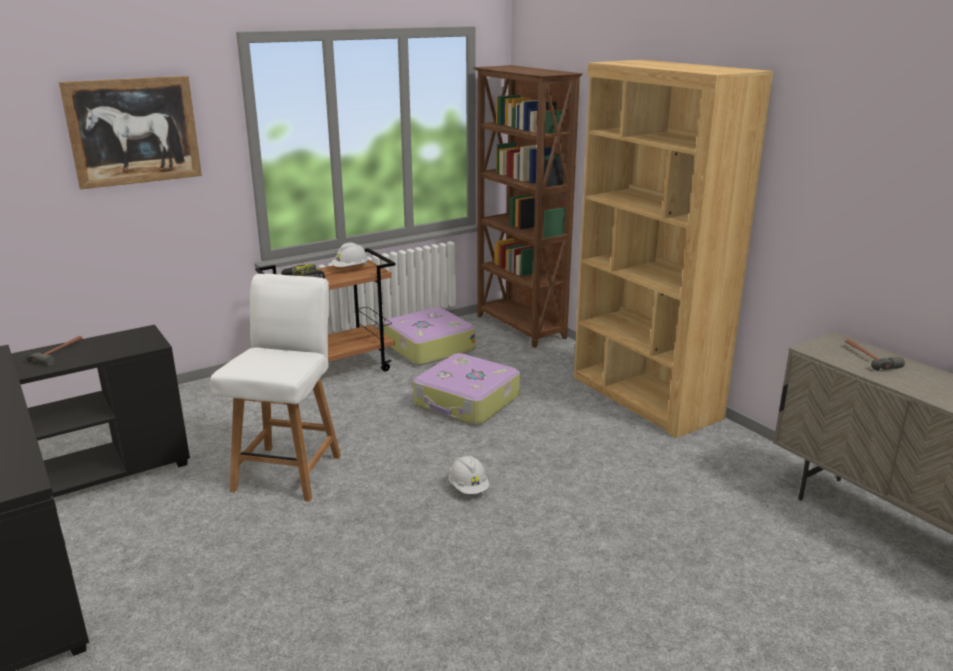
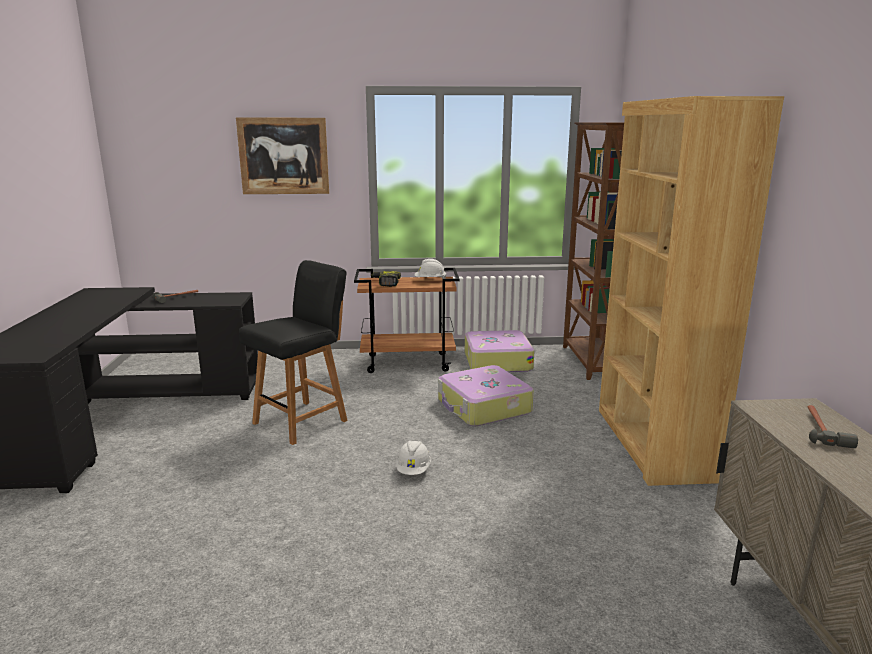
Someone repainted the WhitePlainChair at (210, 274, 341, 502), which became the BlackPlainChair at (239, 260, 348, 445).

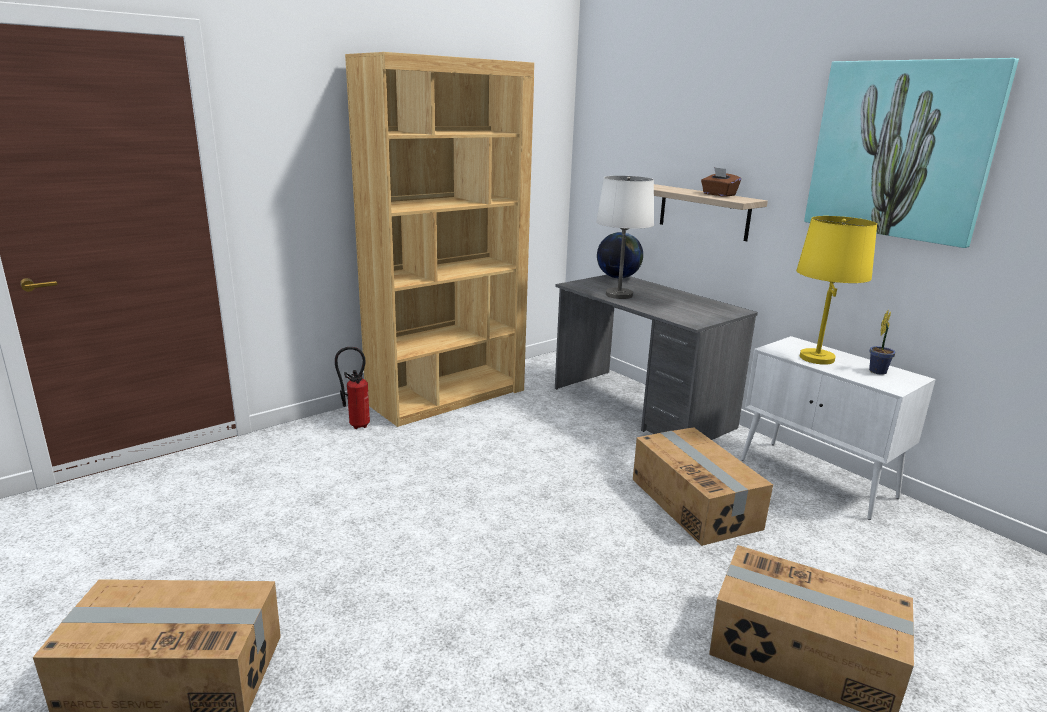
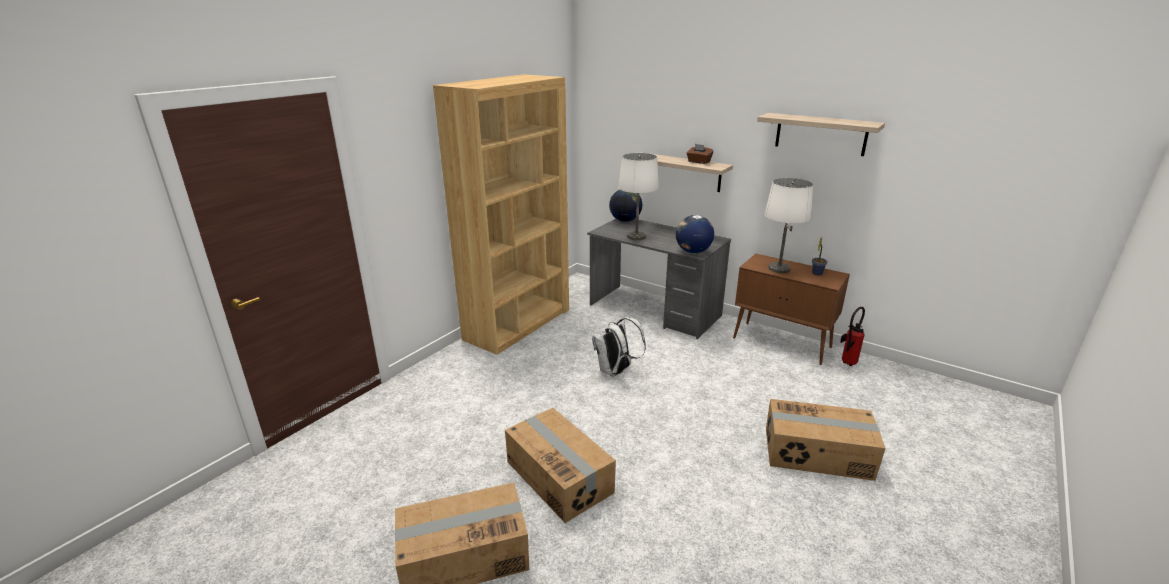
Someone swapped the WallPicture at (804, 58, 1019, 248) for the WallShelf at (757, 113, 885, 156).
Someone repainted the YellowTabletopLamp at (796, 216, 877, 365), which became the WhiteTabletopLamp at (764, 178, 813, 273).
Someone repainted the WhiteCupboard at (741, 336, 936, 520), which became the BrownishCupboard at (733, 253, 850, 365).
Someone carried the FireFightingCylinder from (335, 347, 370, 429) to (840, 307, 865, 366).
Someone carried the PackingBox from (633, 427, 773, 546) to (505, 408, 616, 523).
Someone put down the WorldGlobe at (676, 215, 714, 253).
Someone put down the WhiteBackpack at (592, 317, 646, 377).

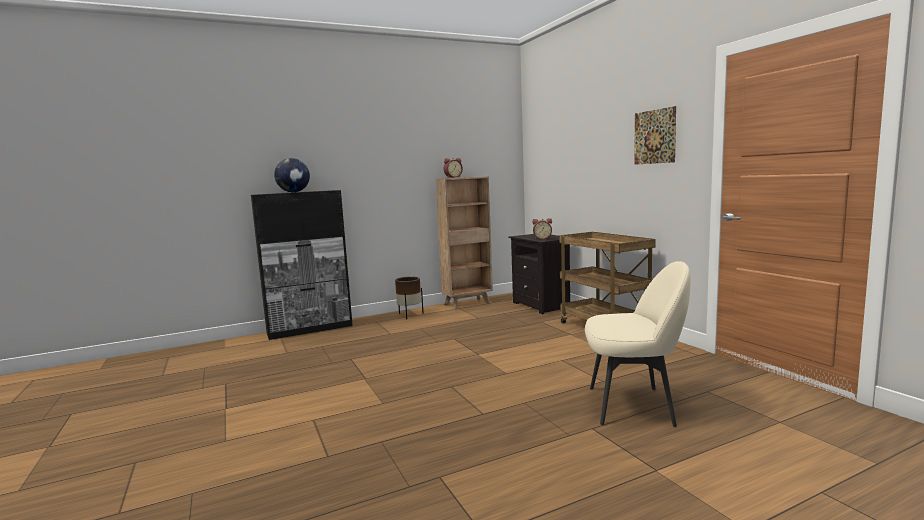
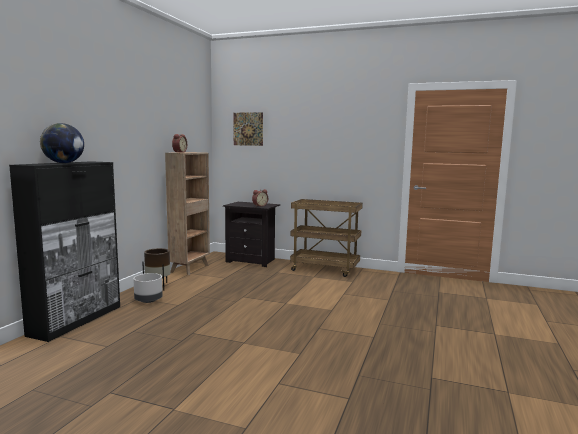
Someone carried the WallPicture from (634, 106, 676, 165) to (233, 112, 263, 146).
Someone took away the BeigeColouredPlainChair at (585, 261, 691, 427).
Someone put down the GrayPlanter at (133, 273, 163, 303).

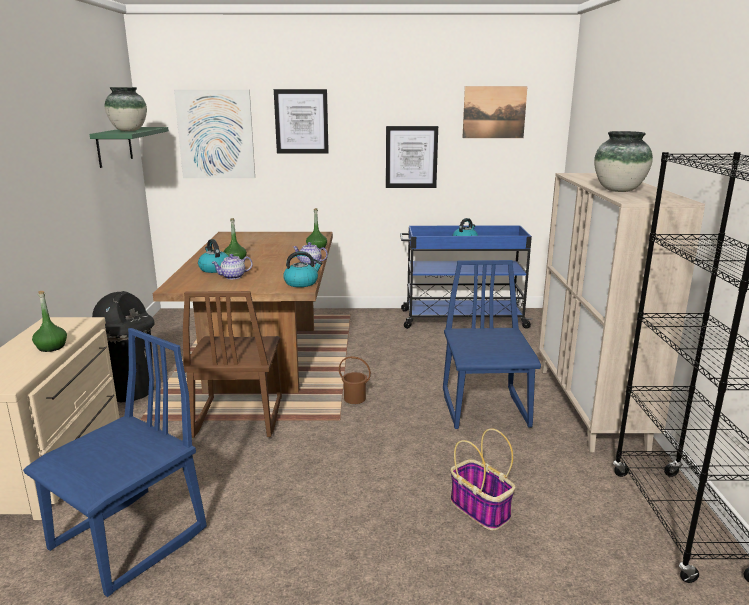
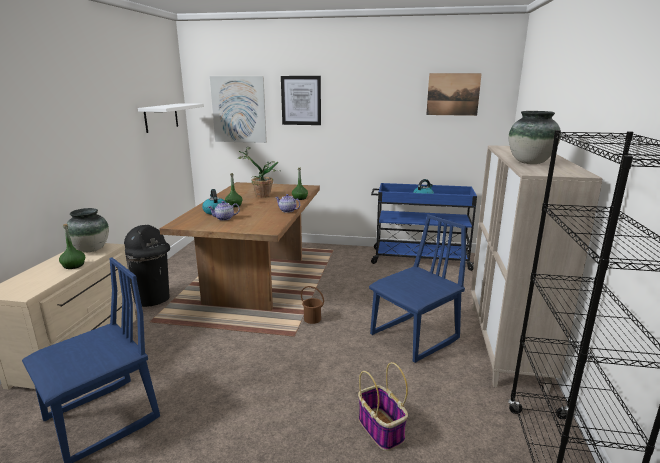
Someone carried the Vase from (105, 87, 147, 131) to (67, 208, 109, 252).
Someone took away the WallPicture at (386, 126, 438, 188).
Someone repainted the GreenColouredWallShelf at (89, 127, 169, 168), which became the WhiteWallShelf at (138, 103, 204, 133).
Someone took away the TeaKettle at (283, 251, 323, 287).
Someone rotated the BluishPlainChair at (443, 260, 541, 429) by 45 degrees clockwise.
Someone took away the BrownishPlainChair at (183, 291, 282, 438).
Someone put down the PlantInAPot at (238, 147, 280, 198).

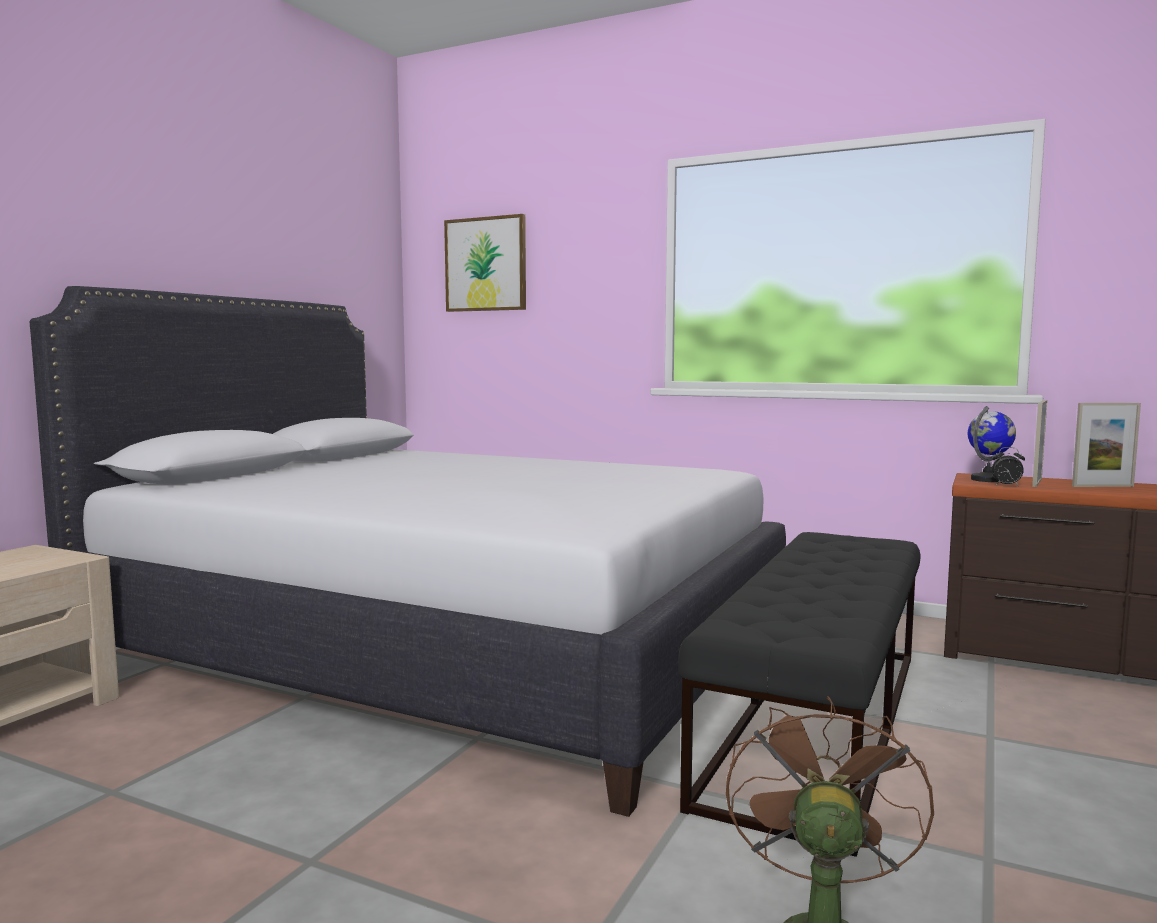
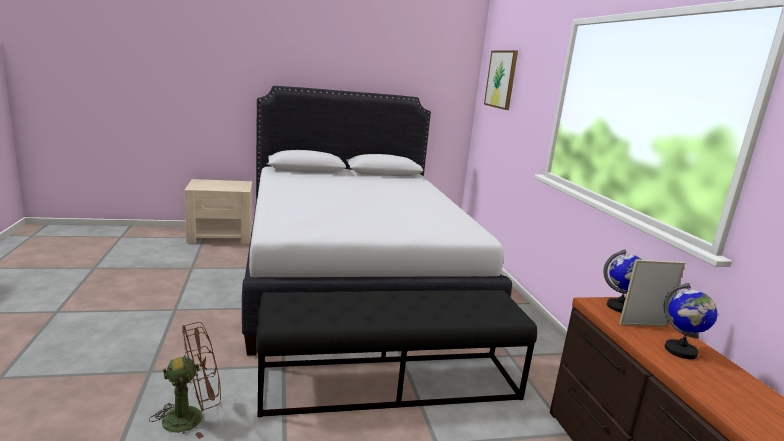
Someone swapped the PhotoFrame at (1072, 403, 1141, 487) for the WorldGlobe at (664, 283, 718, 359).
Someone took away the AlarmClock at (992, 447, 1025, 486).

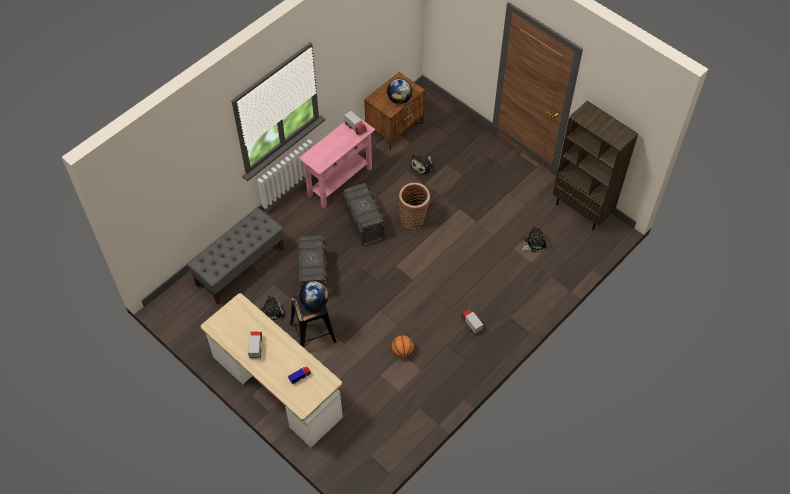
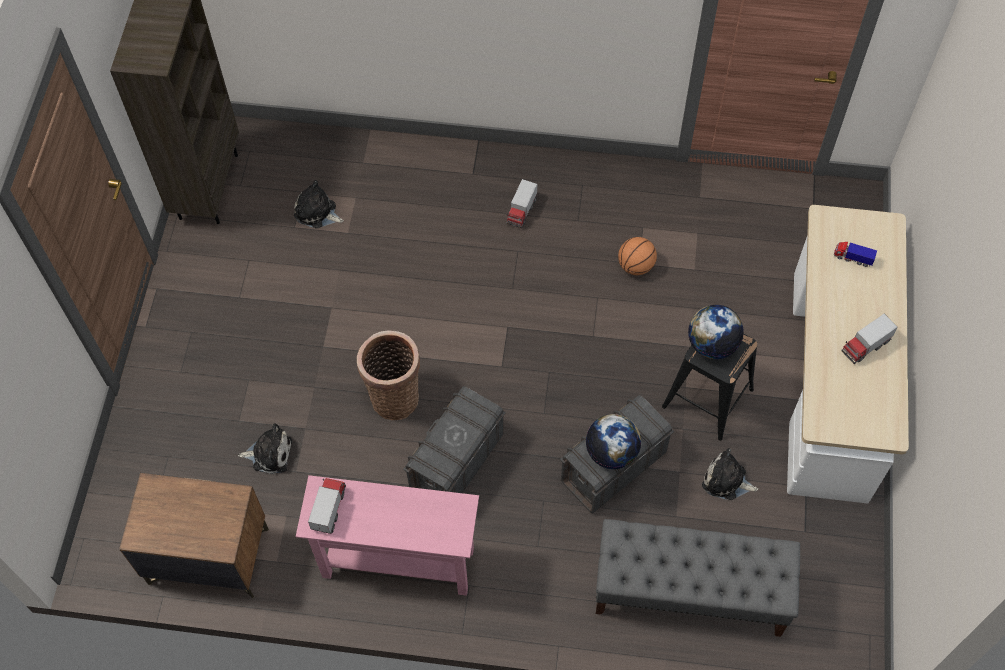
Someone carried the WorldGlobe from (387, 78, 413, 104) to (586, 414, 641, 469).

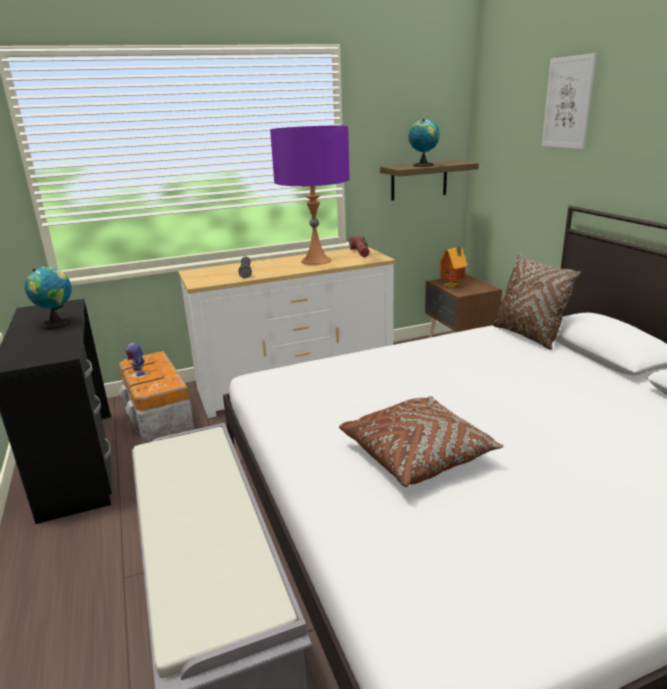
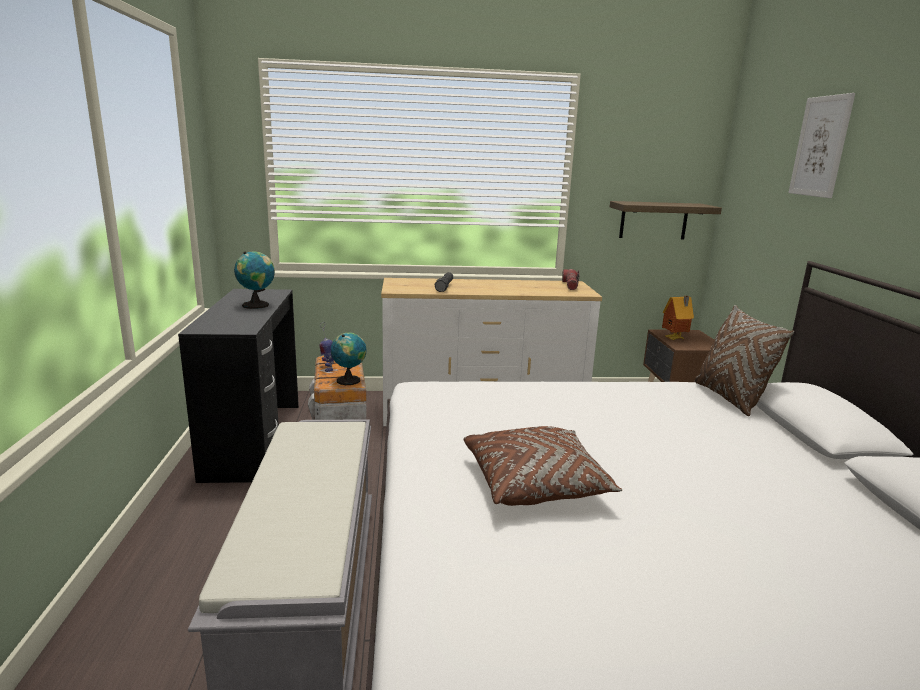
Someone carried the WorldGlobe from (409, 119, 440, 167) to (331, 333, 366, 385).
Someone took away the PurplishTabletopLamp at (270, 125, 350, 265).

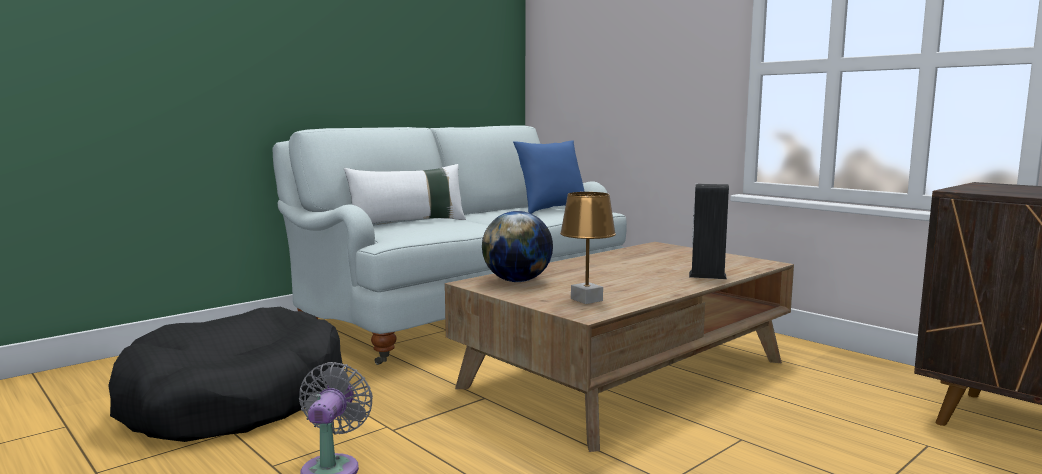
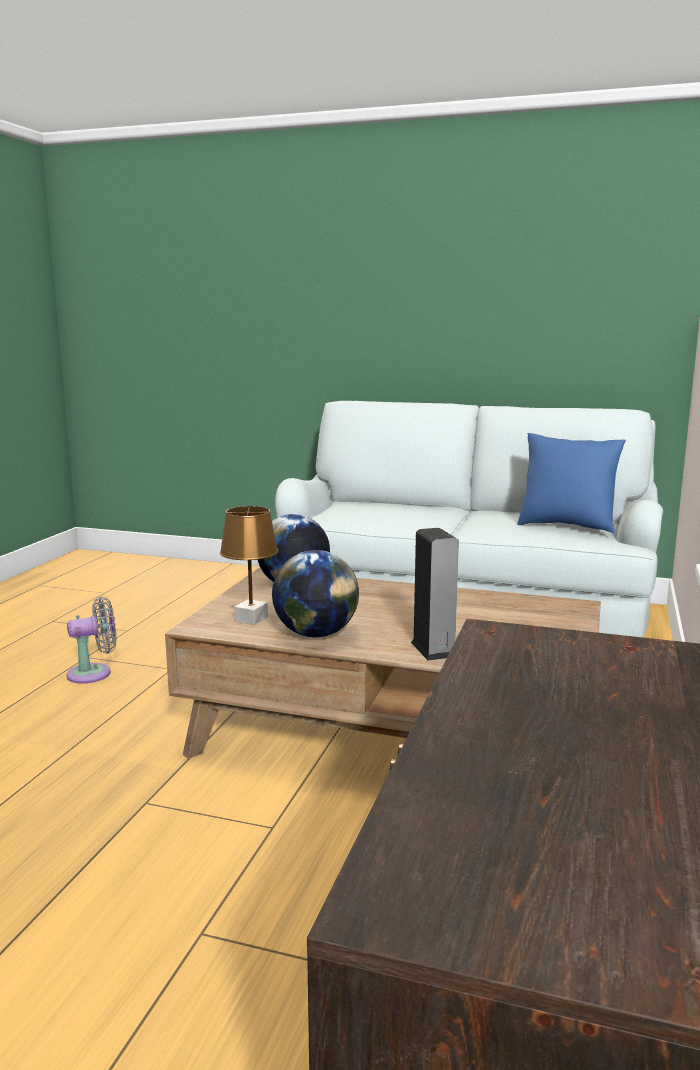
Someone took away the WhiteCushion at (344, 164, 466, 224).
Someone took away the BlackPetBed at (108, 307, 343, 442).
Someone put down the WorldGlobe at (272, 550, 359, 637).

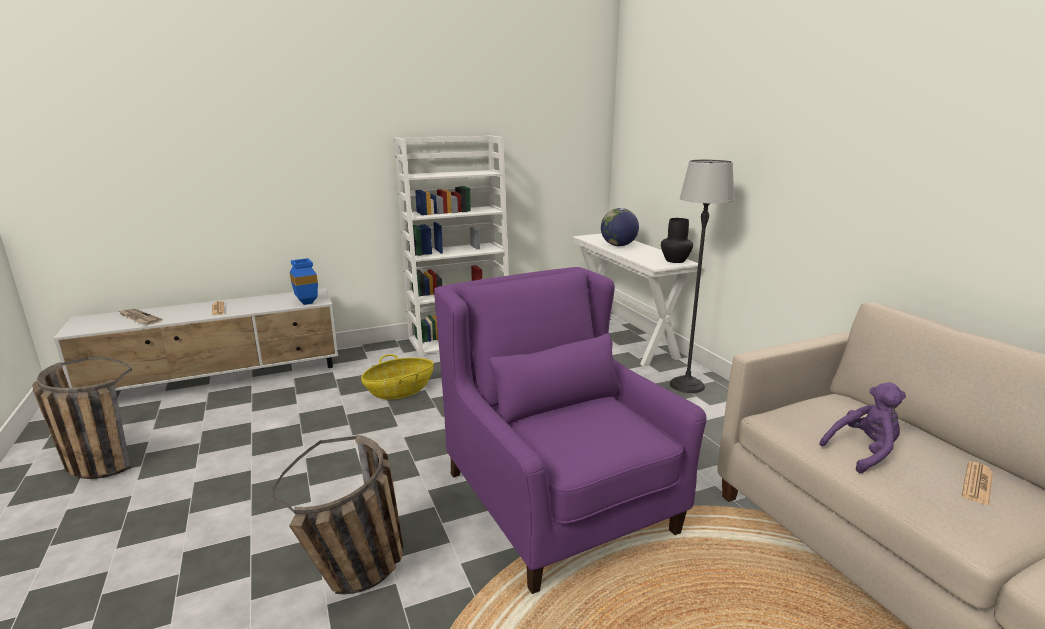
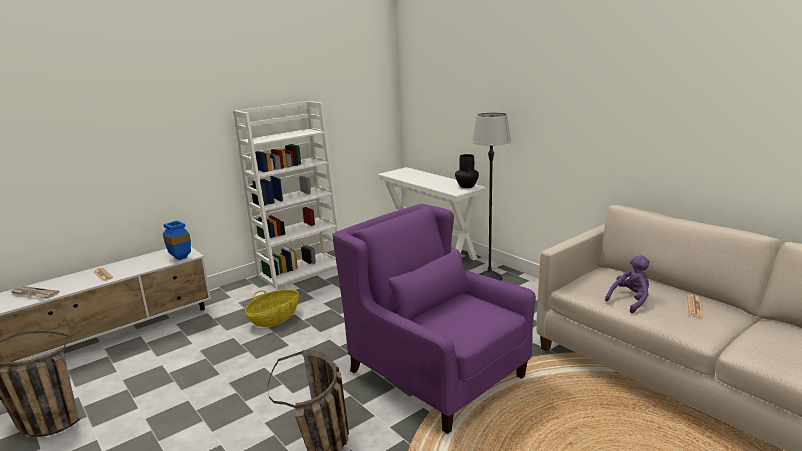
Someone took away the WorldGlobe at (601, 208, 639, 246).

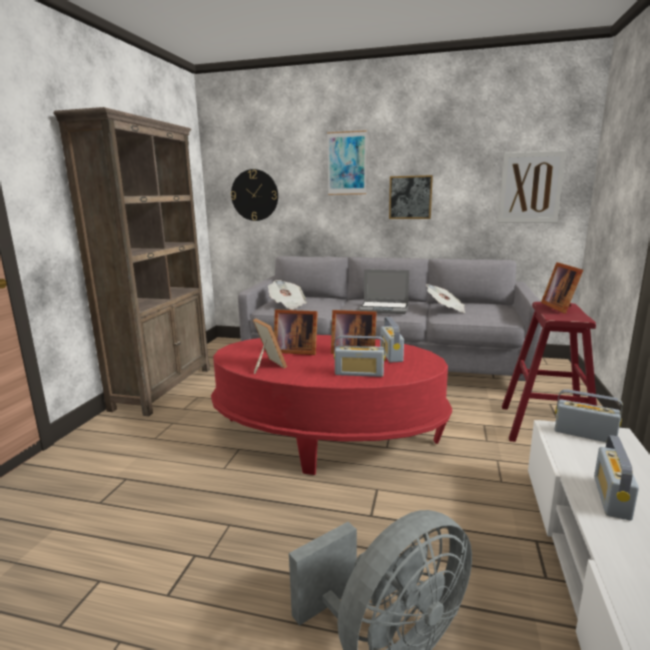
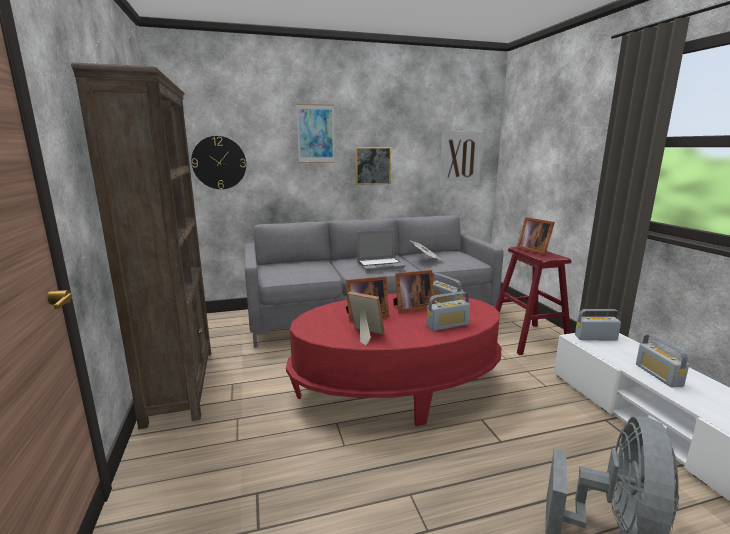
Someone took away the DailyPaper at (268, 280, 307, 309).

